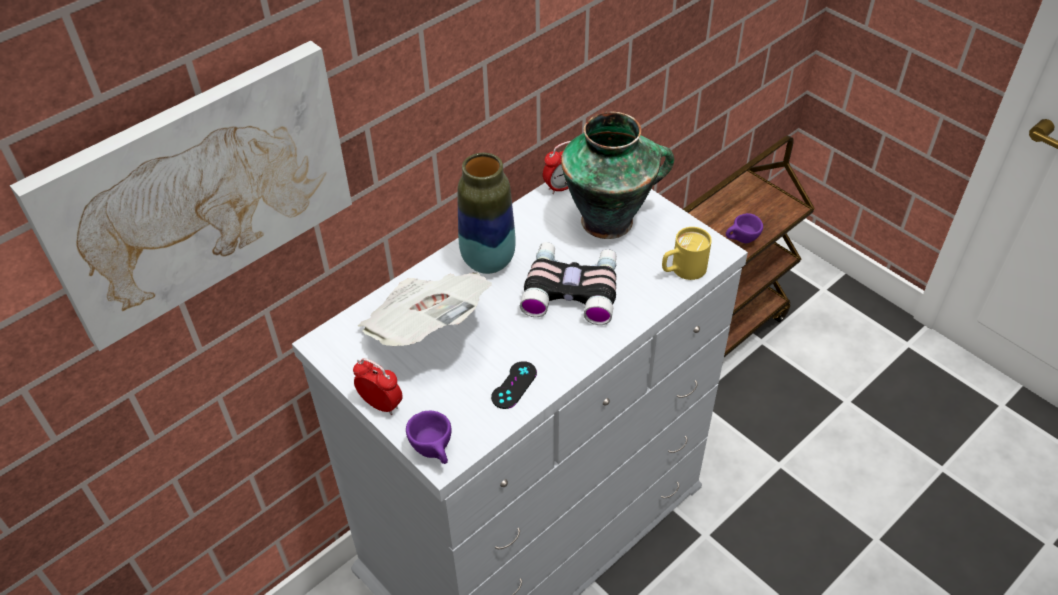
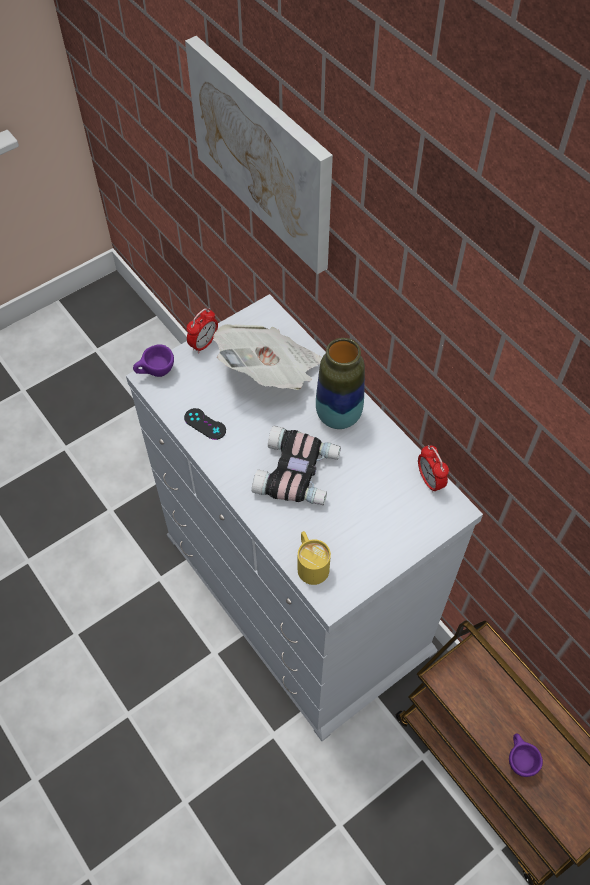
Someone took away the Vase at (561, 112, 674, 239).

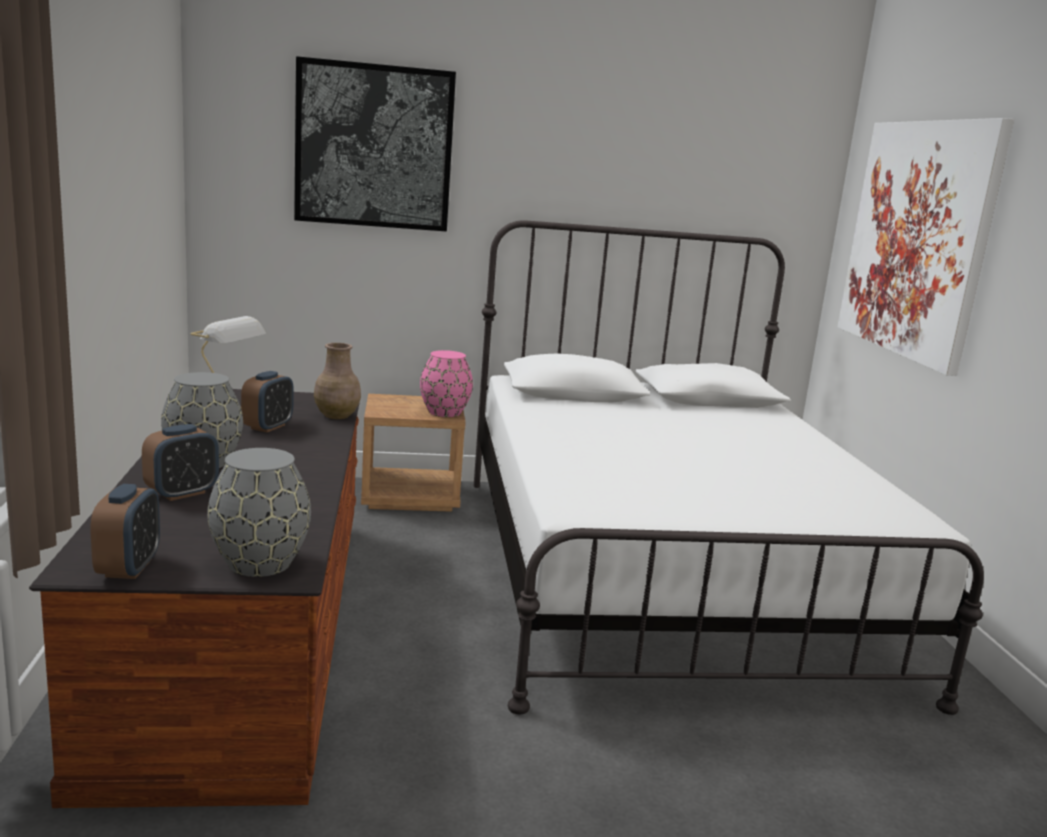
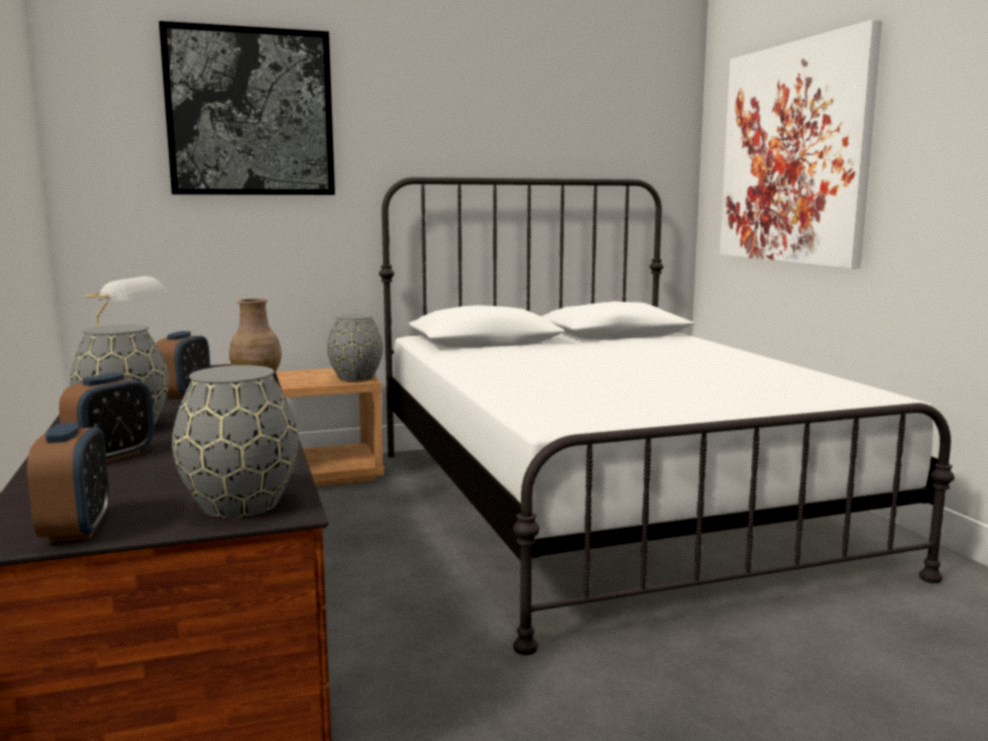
Someone repainted the PinkVase at (420, 350, 473, 417), which became the GrayVase at (327, 314, 383, 381).

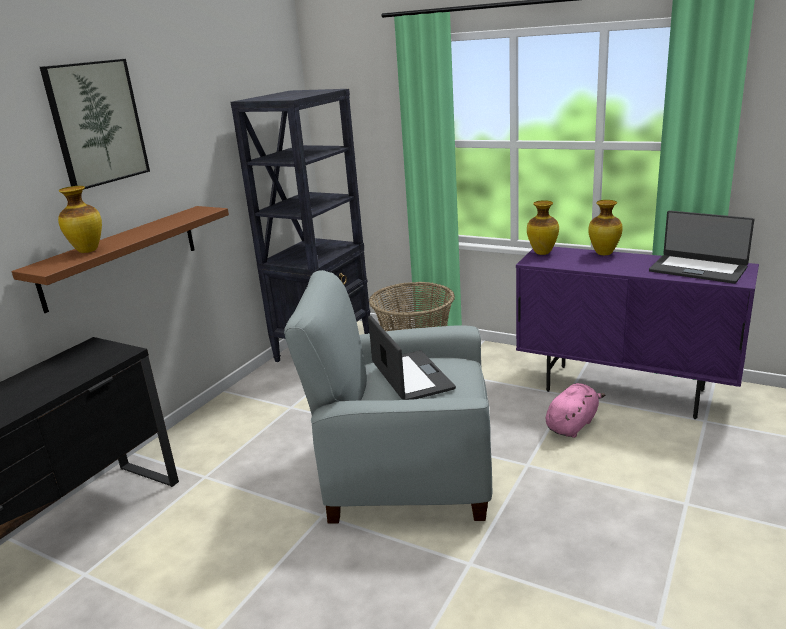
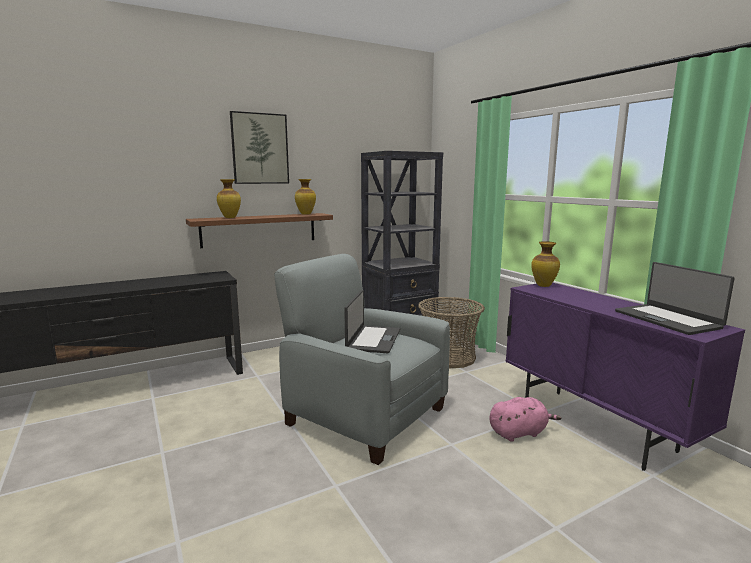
Someone carried the Vase from (588, 200, 623, 255) to (295, 179, 316, 215).

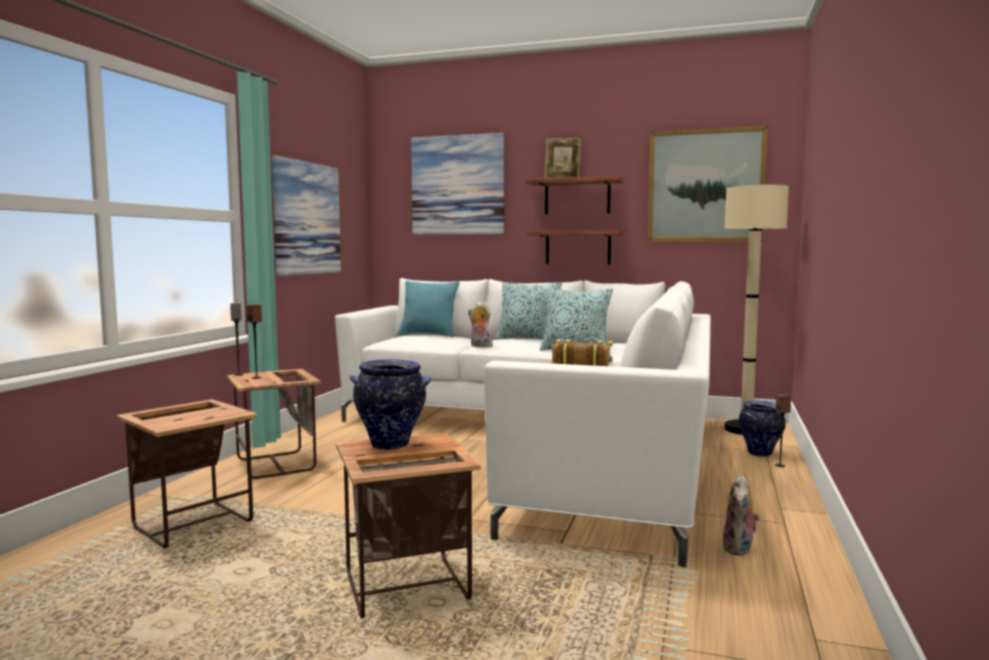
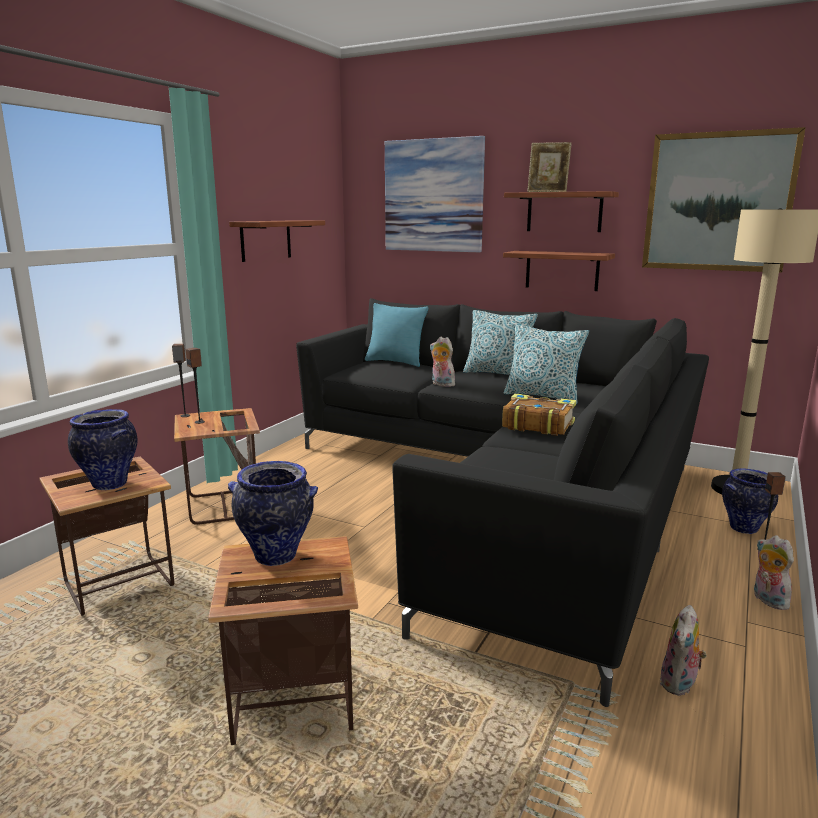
Someone swapped the WallPicture at (272, 155, 341, 276) for the WallShelf at (229, 220, 325, 262).
Someone repainted the WhiteCouch at (335, 278, 711, 567), which became the BlackCouch at (296, 298, 709, 707).
Someone put down the Vase at (68, 409, 138, 490).
Someone put down the CuddlyToy at (754, 535, 794, 610).

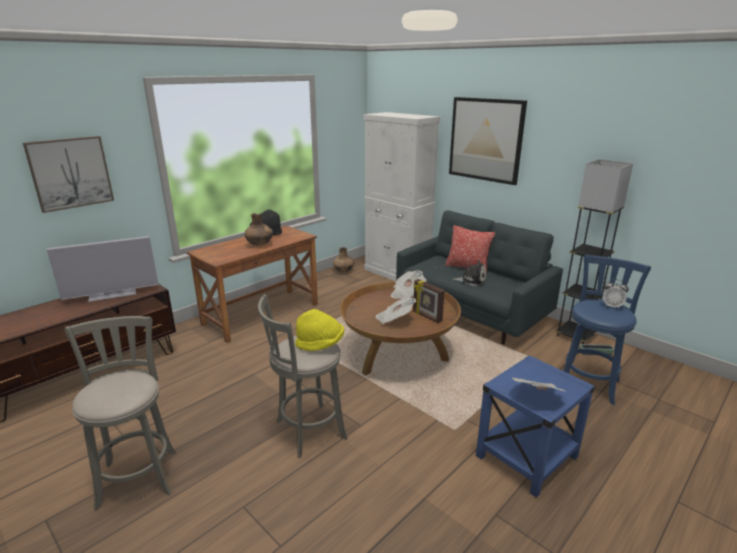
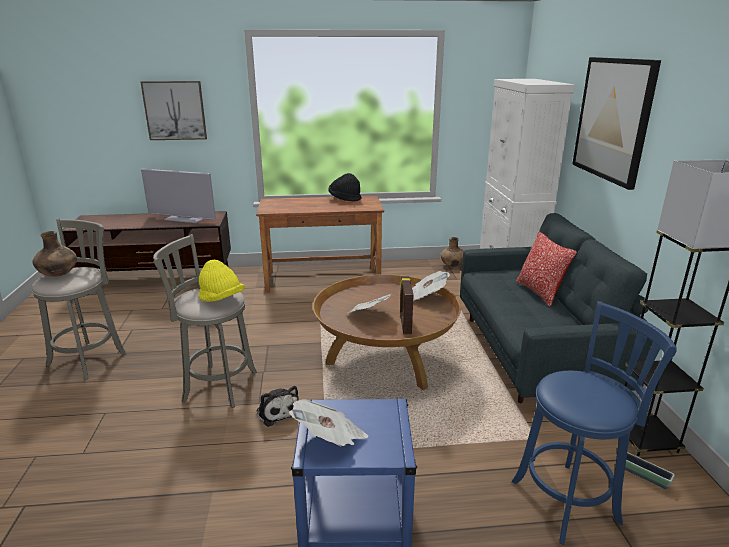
Someone carried the BrownishVase from (244, 213, 273, 246) to (33, 231, 77, 277).
Someone carried the CuddlyToy from (452, 260, 486, 287) to (256, 386, 298, 427).
Someone took away the AlarmClock at (603, 279, 629, 308).

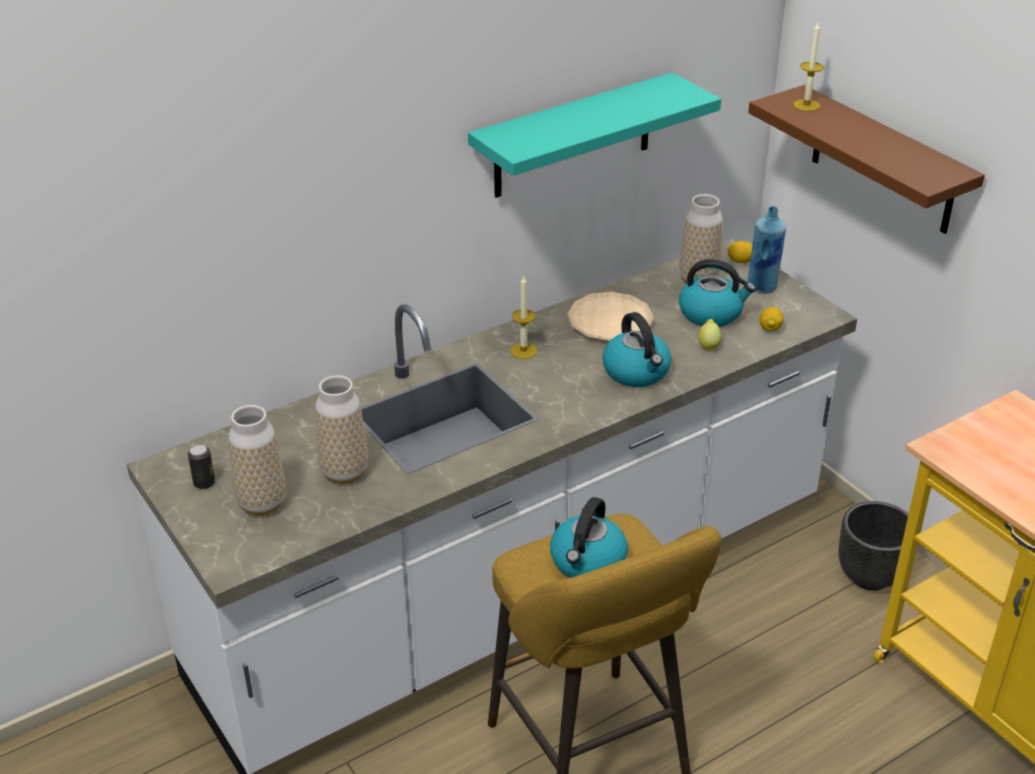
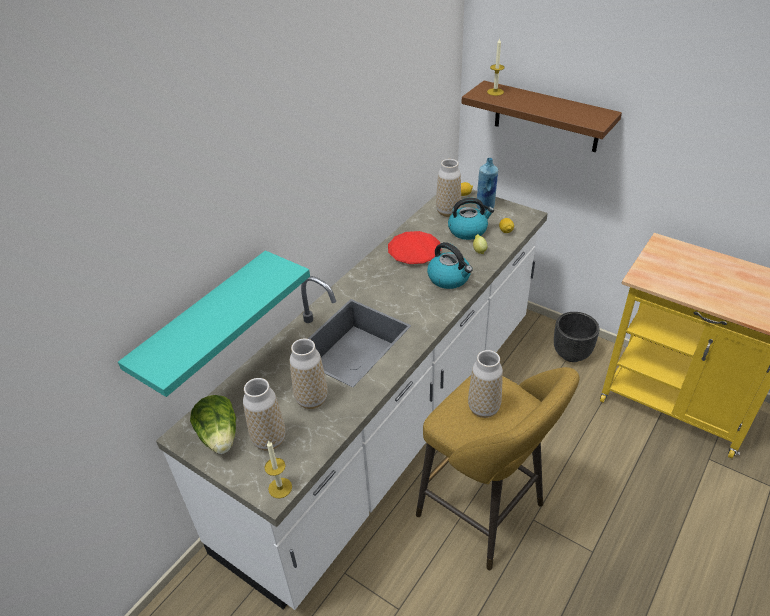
Someone carried the TurquoiseWallShelf from (468, 72, 721, 198) to (118, 251, 310, 397).
Someone carried the WaxCandle from (510, 275, 537, 359) to (264, 440, 292, 498).
Someone repainted the BeigeColouredDinnerPlate at (567, 292, 654, 341), which became the ReddishDinnerPlate at (388, 231, 441, 264).
Someone swapped the Can at (188, 444, 215, 489) for the LettuceHead at (190, 395, 236, 454).
Someone swapped the TeaKettle at (550, 497, 628, 578) for the Vase at (468, 350, 503, 418).

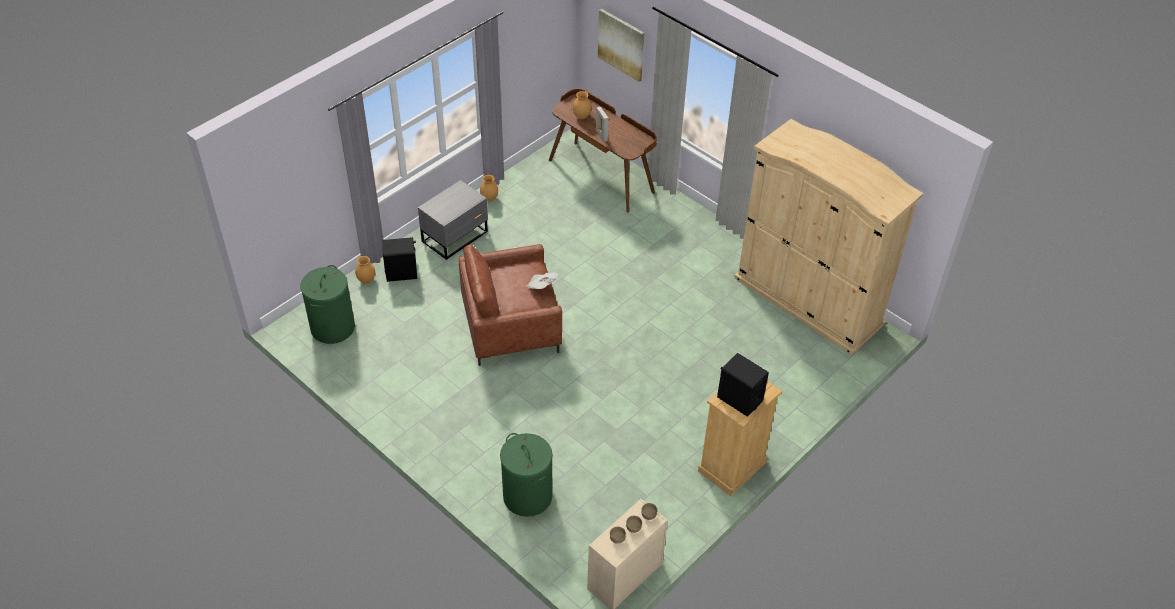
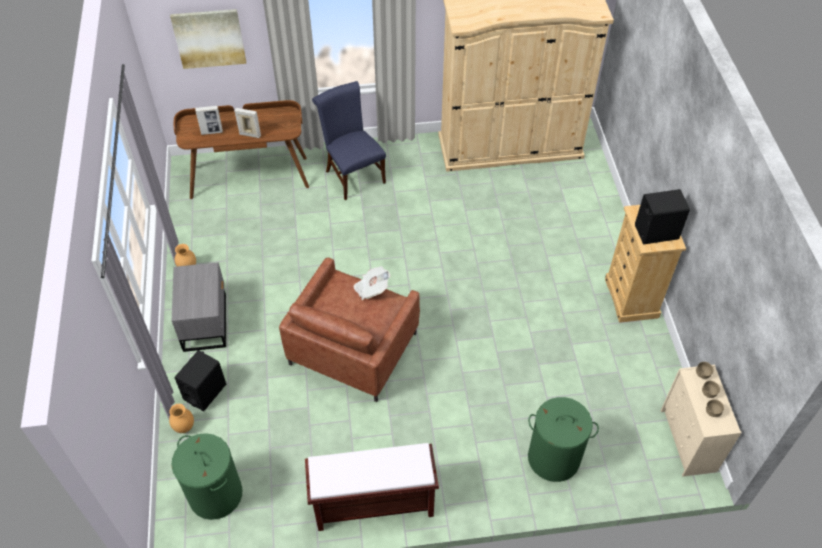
Someone swapped the BrownishVase at (573, 91, 591, 119) for the PhotoFrame at (195, 106, 223, 135).
Someone put down the BluishPlainChair at (312, 81, 386, 200).
Someone put down the BrownishIndoorBench at (305, 443, 439, 531).

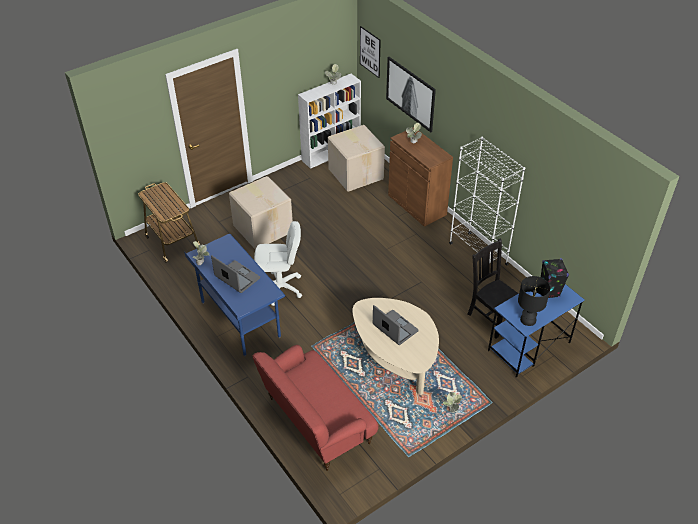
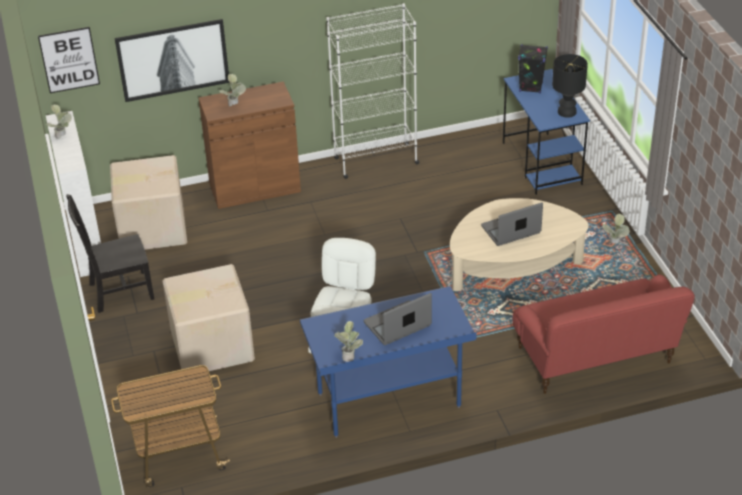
Someone carried the BlackPlainChair from (467, 238, 519, 339) to (66, 194, 154, 313).

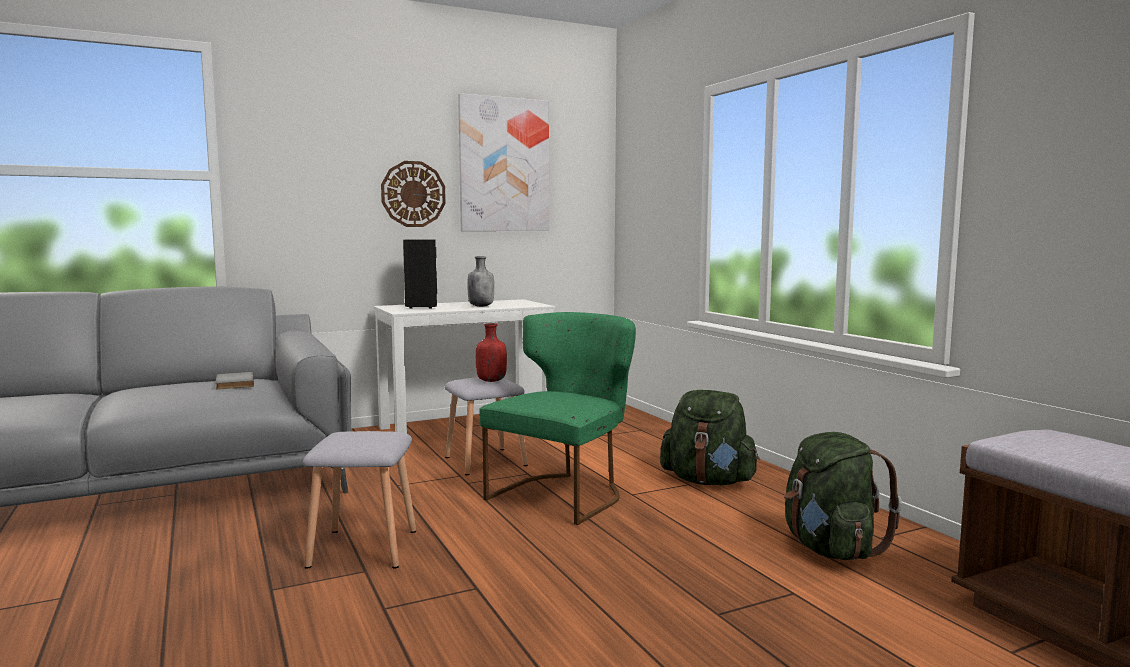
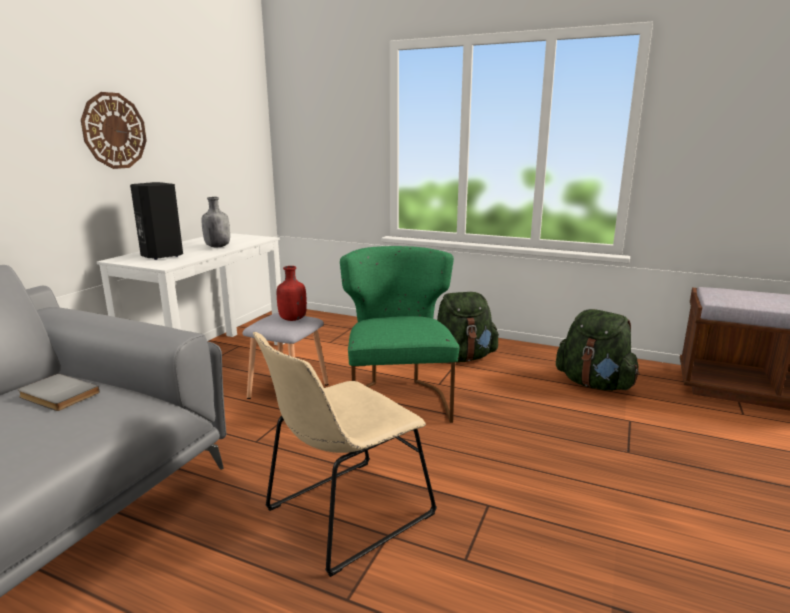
Someone took away the WallPicture at (458, 93, 549, 231).
Someone swapped the GrayStoolSeat at (303, 431, 416, 569) for the BeigeColouredPlainChair at (253, 332, 437, 577).

